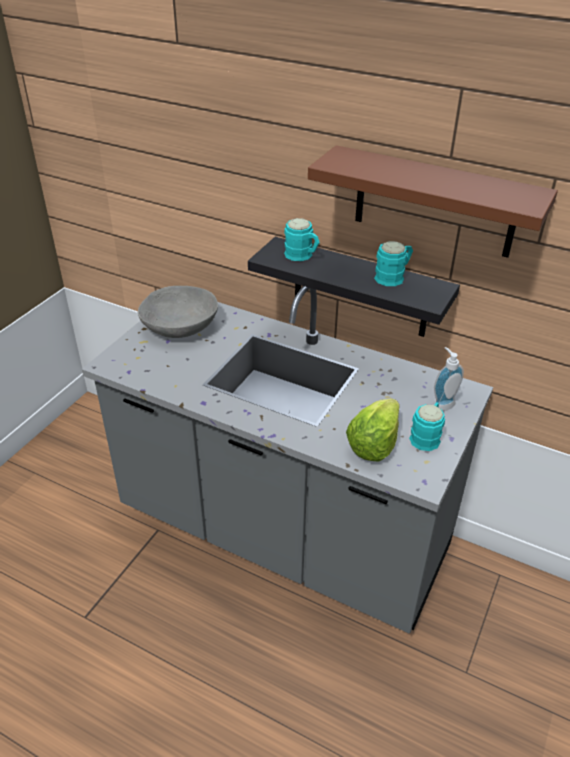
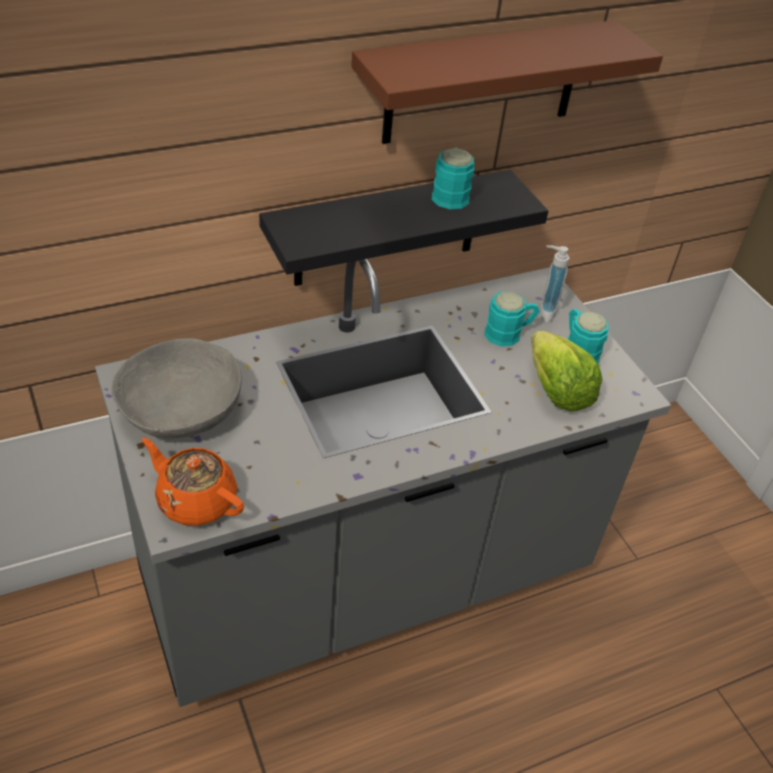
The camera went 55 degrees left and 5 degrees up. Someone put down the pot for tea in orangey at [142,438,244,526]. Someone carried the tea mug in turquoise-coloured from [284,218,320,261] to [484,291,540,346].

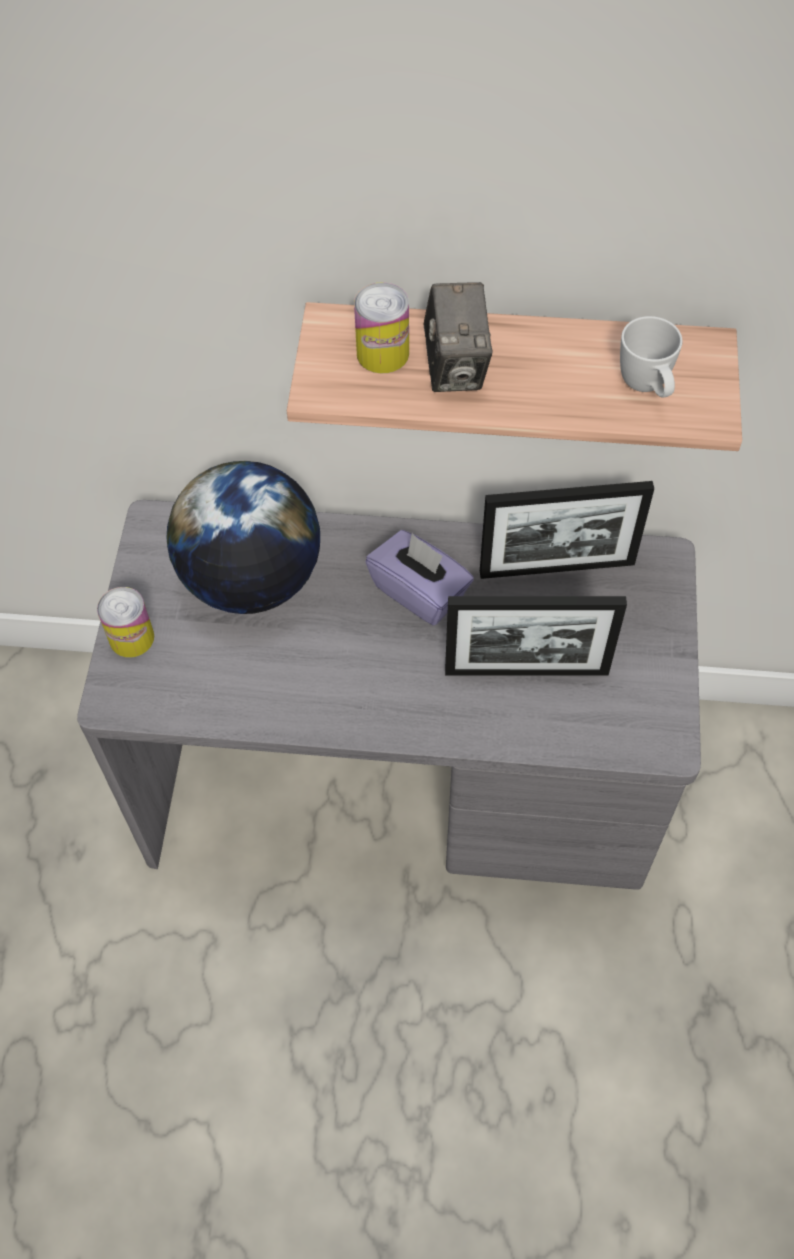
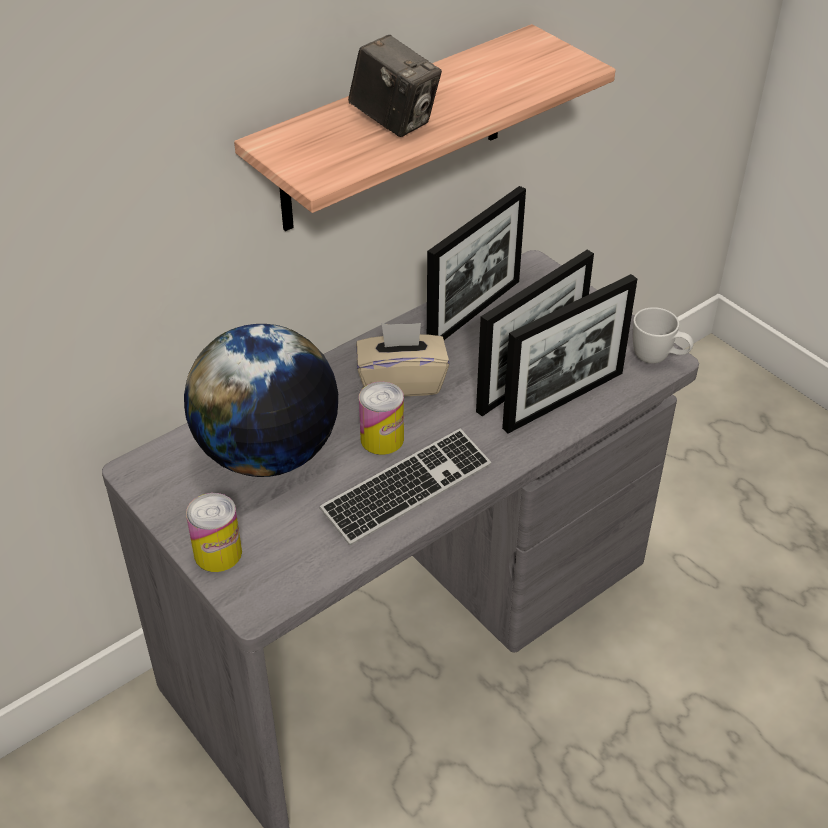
The camera went 45 degrees left and 15 degrees down. Someone put down the PC keyboard at [320,429,491,545]. Someone put down the standing frame at [502,274,637,434]. Someone carried the metal can from [354,282,409,373] to [359,382,404,455]. Someone carried the tea mug in white from [620,316,683,397] to [633,307,694,364]. Someone repainted the tissue holder in purplish at [365,530,474,626], which became the tissue holder in beige-coloured at [356,323,449,396].

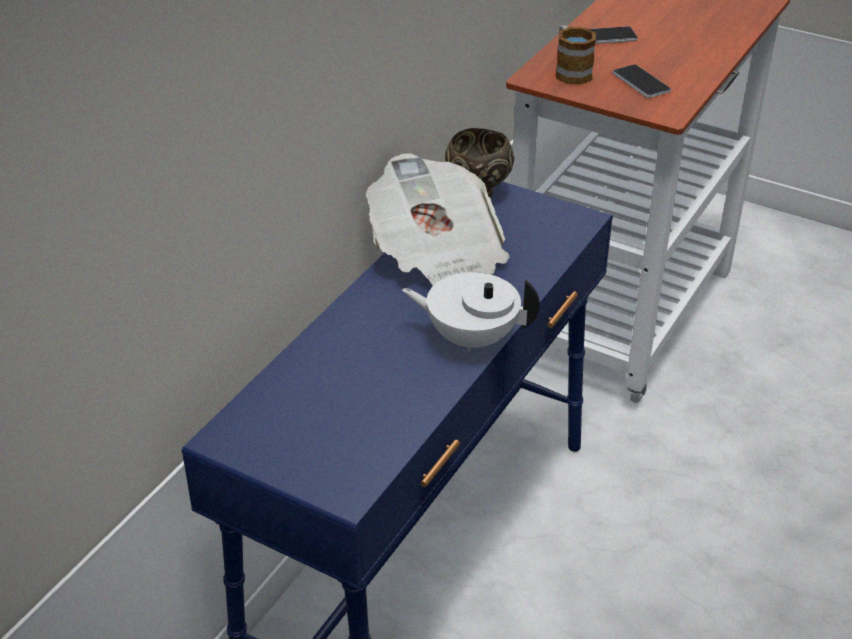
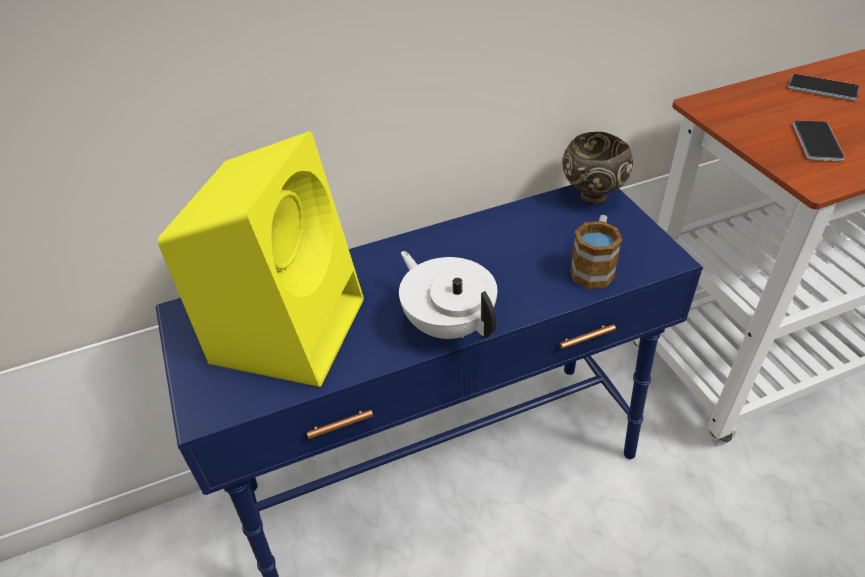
The camera went 40 degrees right and 5 degrees up. Someone took away the daily paper at [366,153,510,286]. Someone put down the loudspeaker in yellow at [158,131,364,387]. Someone carried the tea mug from [556,25,596,85] to [570,215,623,289].

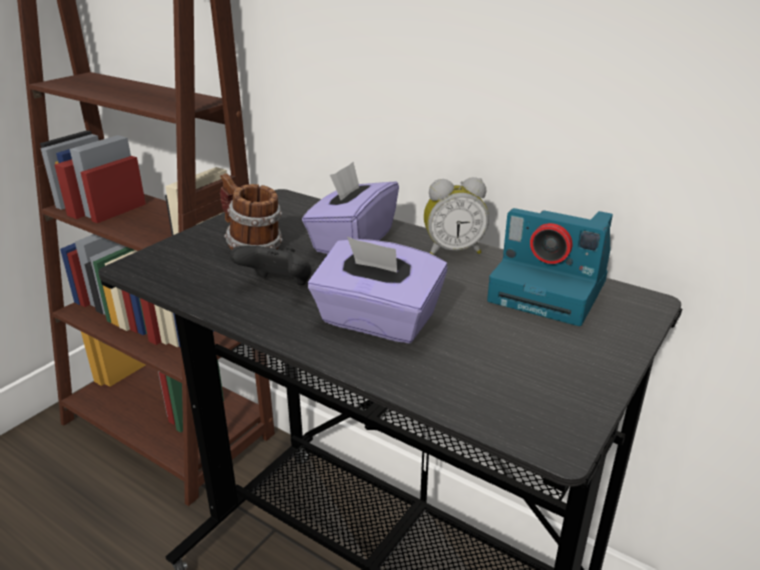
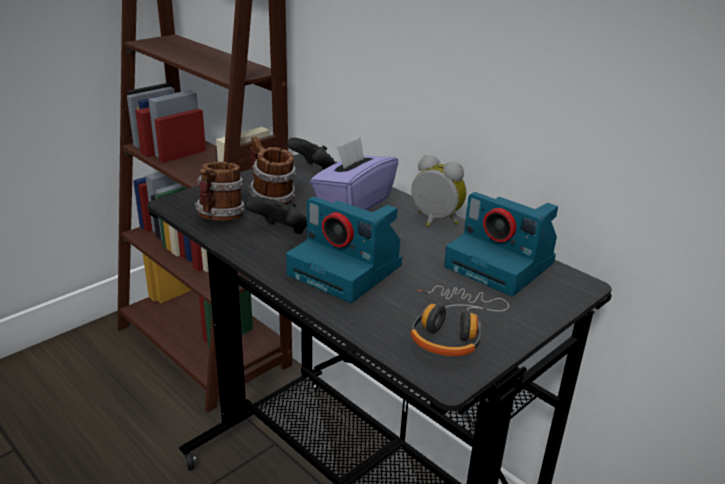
The camera went 10 degrees right and 0 degrees up. Someone put down the tea mug at [195,162,245,221]. Someone put down the game controller in black-coloured at [287,138,336,170]. Someone put down the headset at [411,286,509,356]. Someone swapped the tissue holder in purplish at [308,237,448,344] for the photo camera at [286,197,402,303]. Someone rotated the table clock at [424,177,489,255] by 150 degrees counterclockwise.

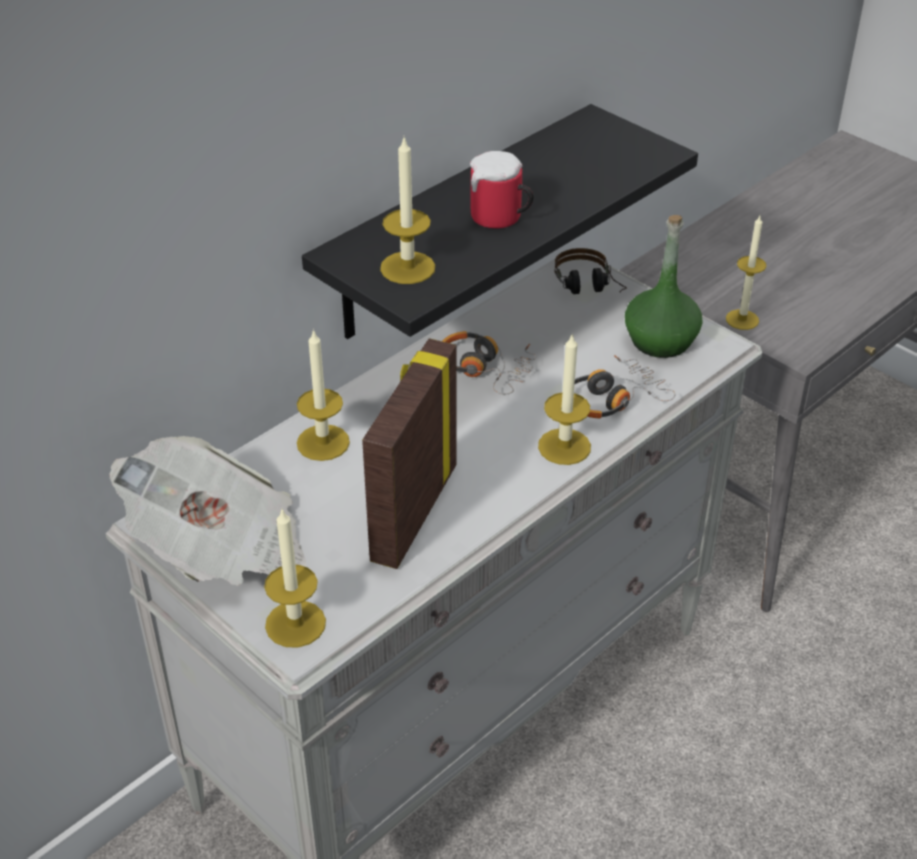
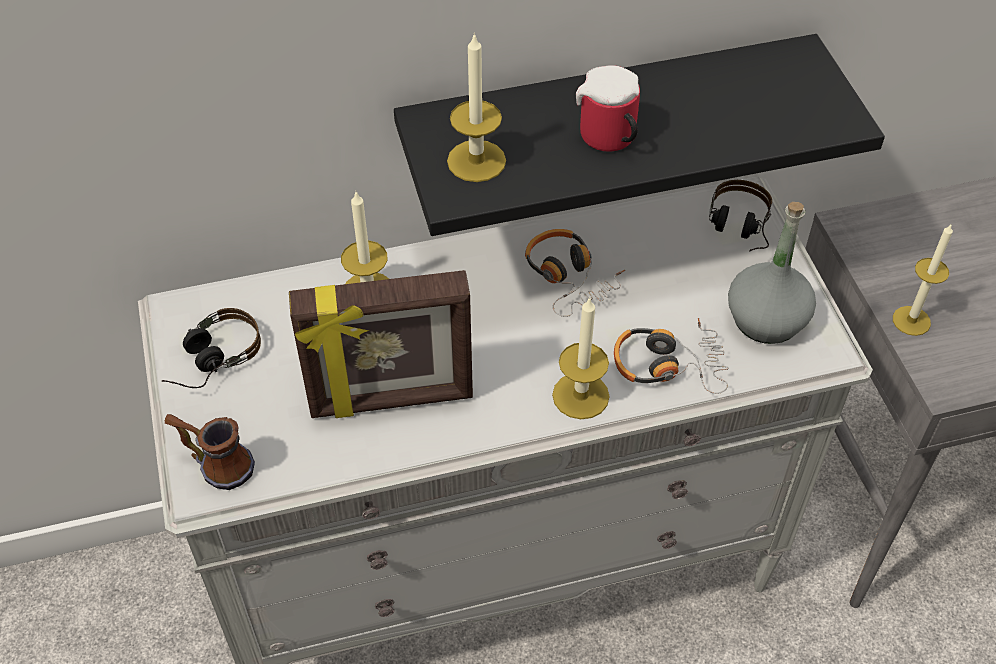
The camera went 30 degrees right and 10 degrees up. Someone swapped the daily paper at [110,436,306,586] for the headset at [162,308,261,388]. Someone swapped the wax candle at [264,508,326,647] for the tea mug at [165,414,255,490]. Someone repainted the drink bottle in green at [625,215,703,358], which became the drink bottle in gray at [728,202,816,344]. Someone rotated the standing frame at [362,338,457,569] by 150 degrees counterclockwise.

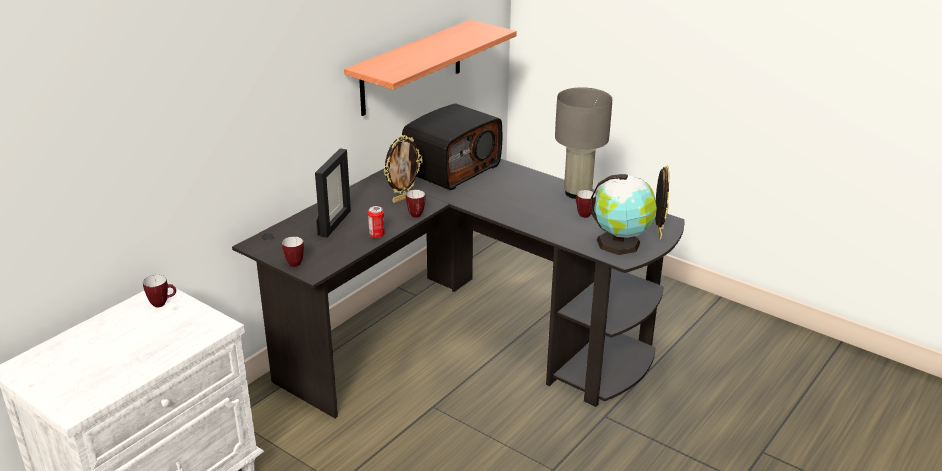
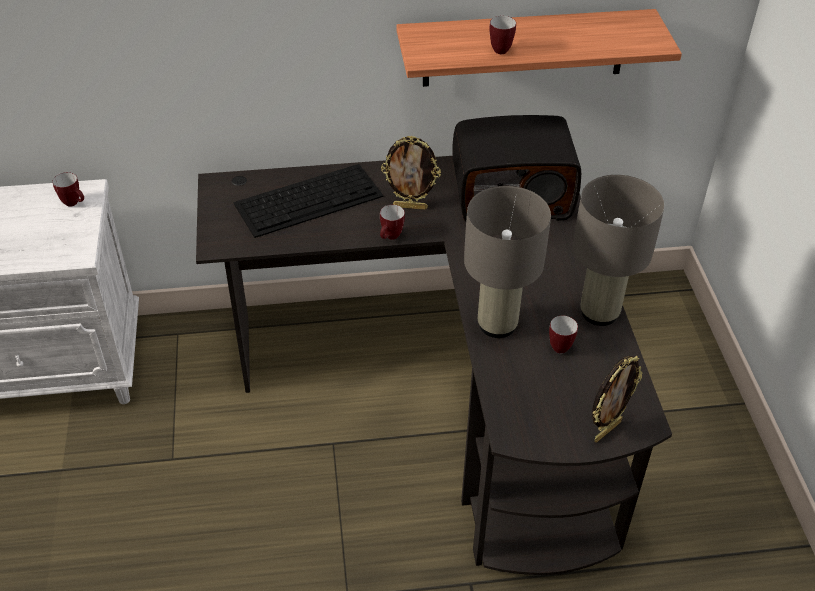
The camera went 45 degrees right and 15 degrees up. Someone took away the metal can at [368,206,385,238]. Someone took away the world globe at [590,174,657,255]. Someone put down the lamp for a table in gray at [464,186,551,338]. Someone carried the tea mug from [282,236,304,267] to [489,16,516,54]. Someone swapped the standing frame at [315,148,351,238] for the PC keyboard at [233,164,384,238].

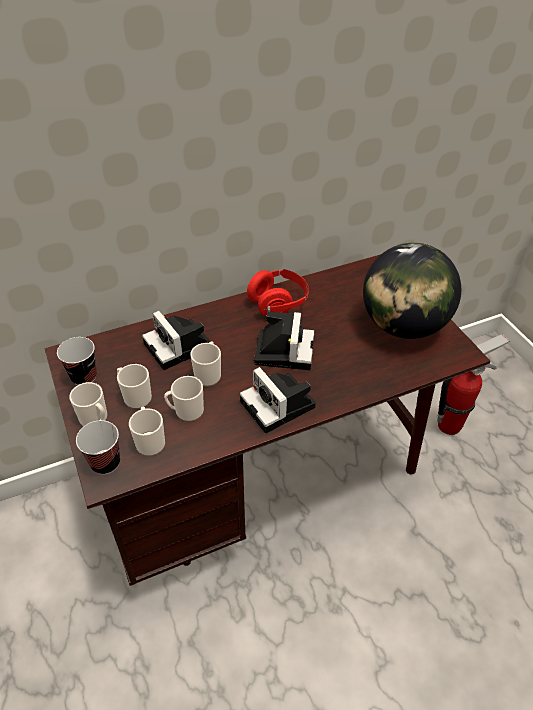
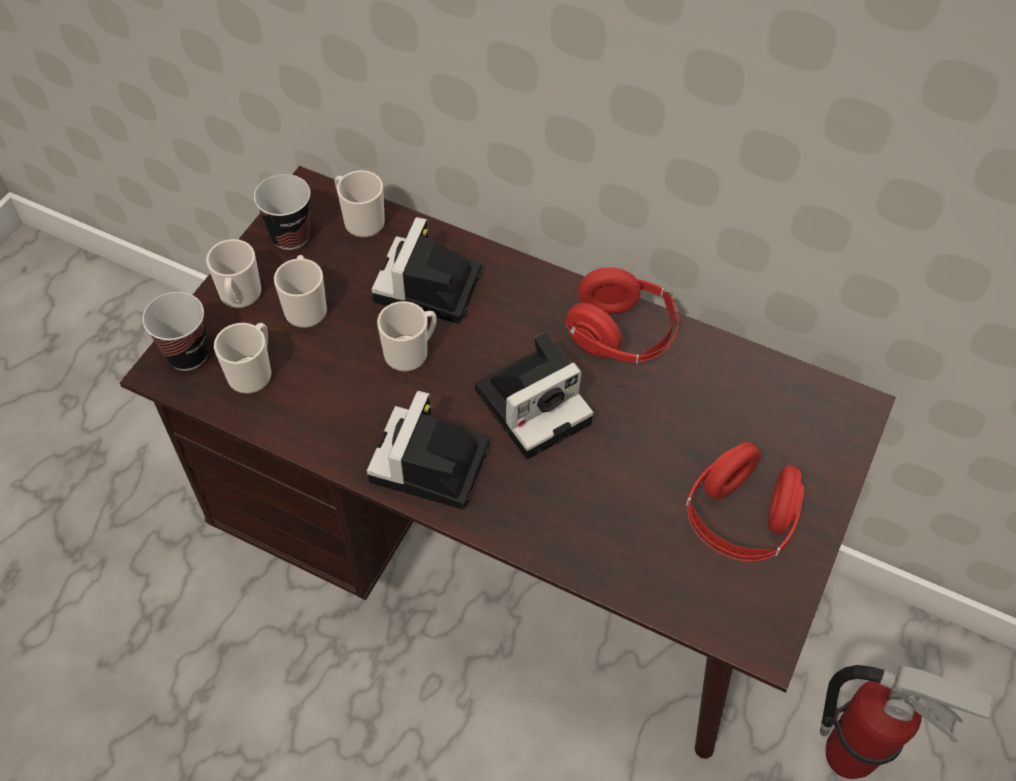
The camera went 50 degrees right and 10 degrees up. Someone carried the tea mug from [164,376,204,422] to [335,170,385,238]. Someone swapped the world globe at [363,243,461,339] for the headset in red at [686,442,805,561].

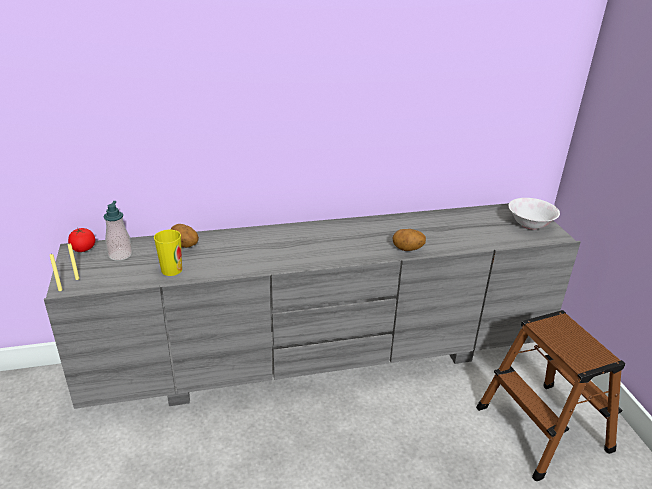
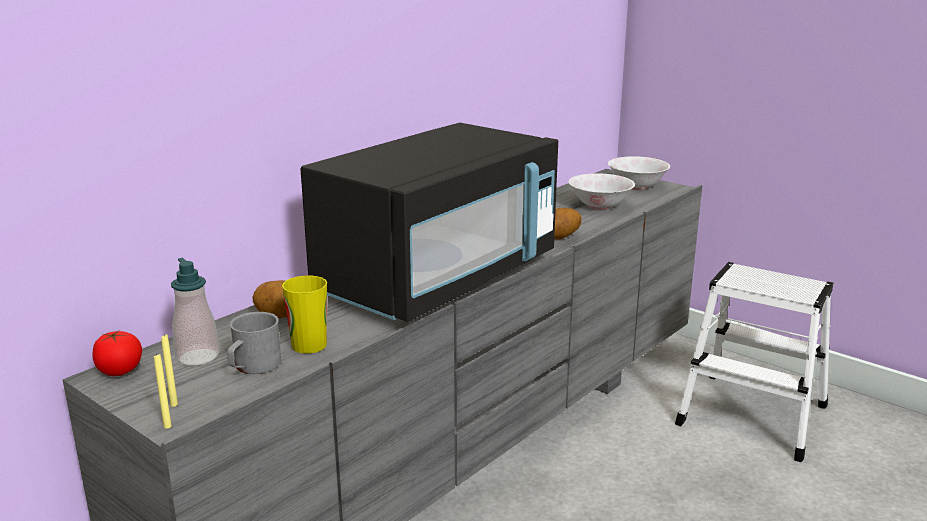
The camera went 35 degrees left and 10 degrees down. Someone put down the tea mug in gray at [227,312,281,374]. Someone put down the microwave oven in black-coloured at [301,123,558,322]. Someone put down the bowl in white at [568,173,635,210]. Someone repainted the step stool in brown-coloured at [476,310,626,481], which became the step stool in white at [675,262,834,462].

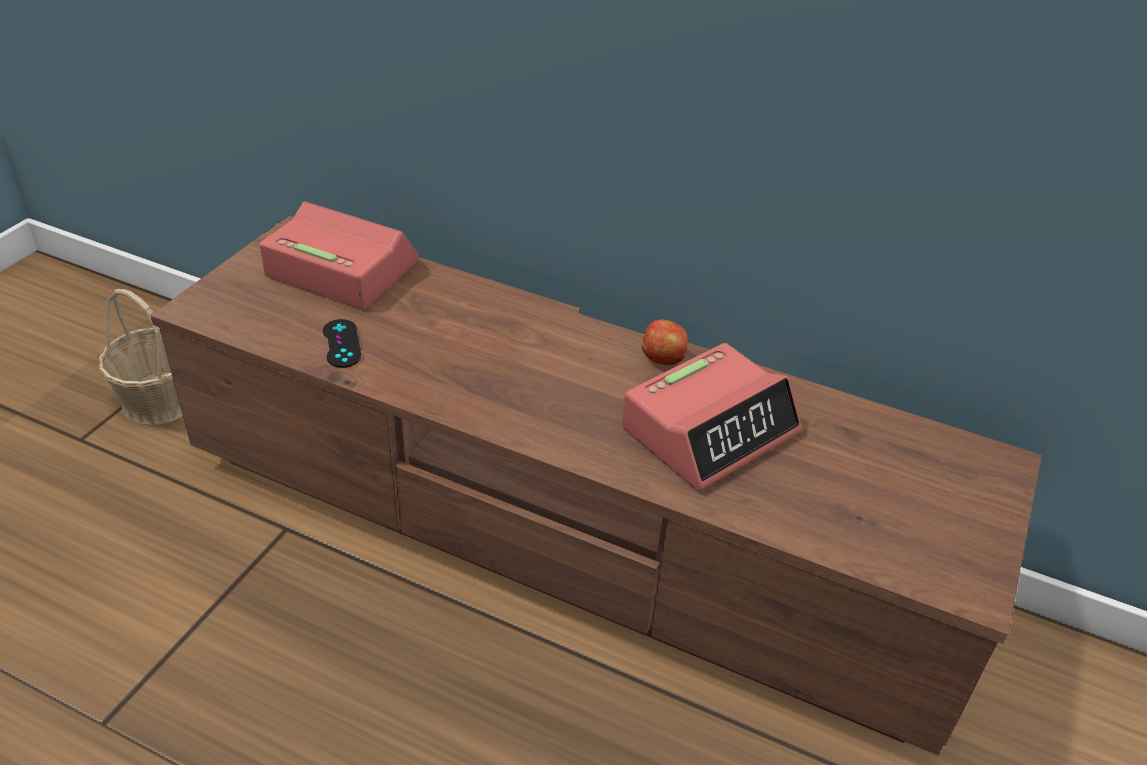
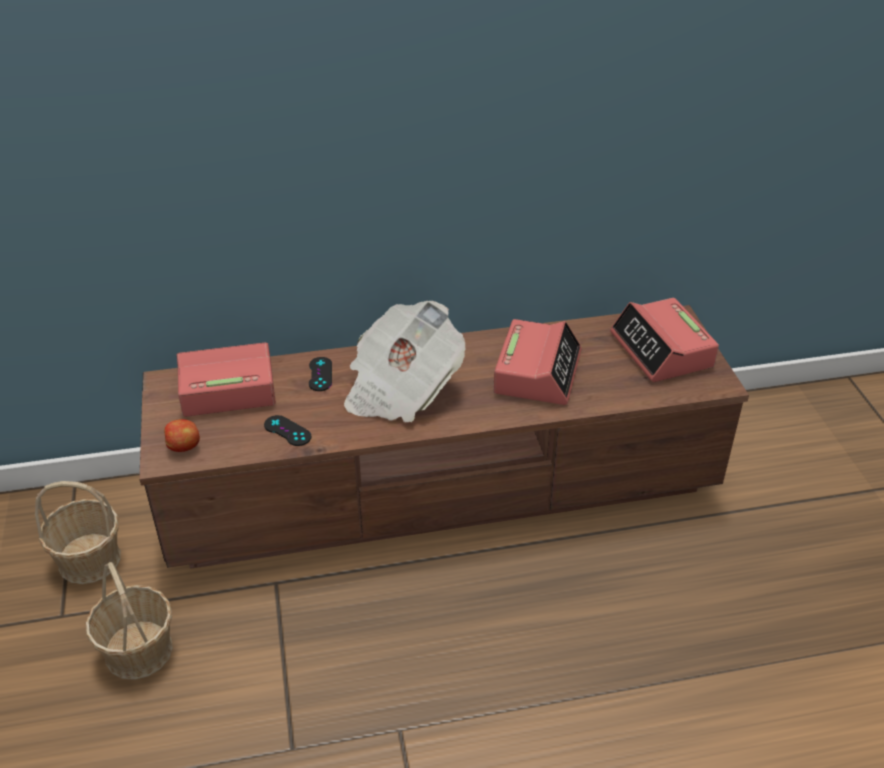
The camera went 35 degrees left and 0 degrees up. Someone put down the storage basket at [86,562,173,680]. Someone put down the game controller in black-coloured at [309,357,332,391]. Someone put down the daily paper at [344,301,465,423]. Someone put down the table clock at [610,298,719,382]. Someone carried the whole apple from [642,319,688,365] to [164,419,200,452].

